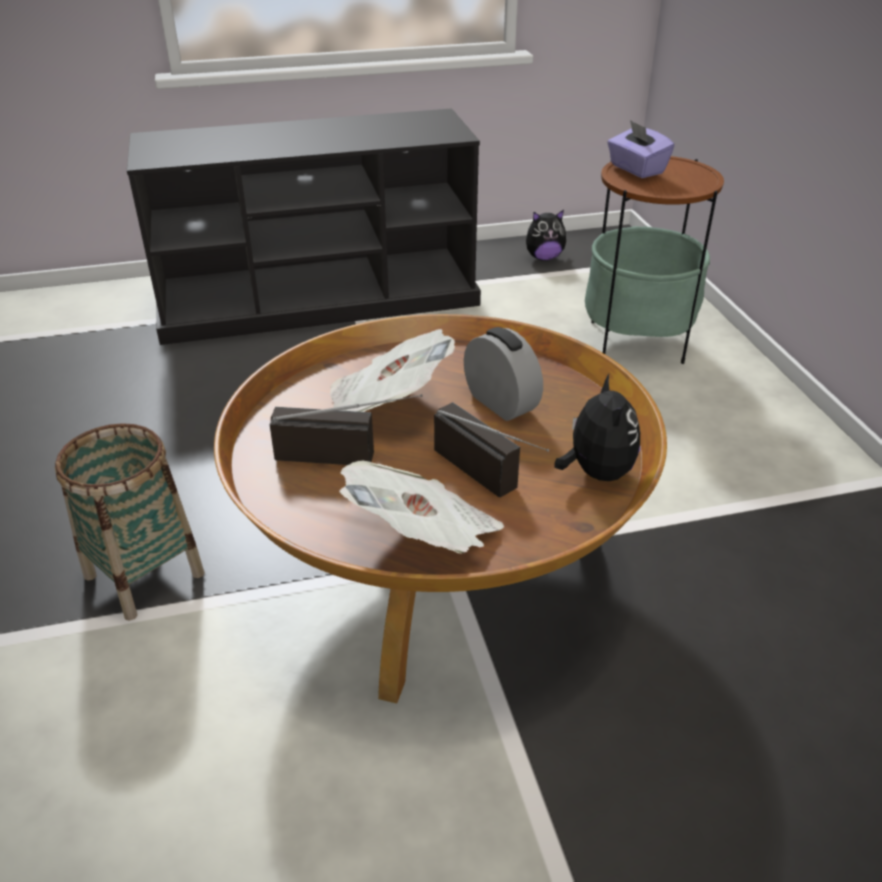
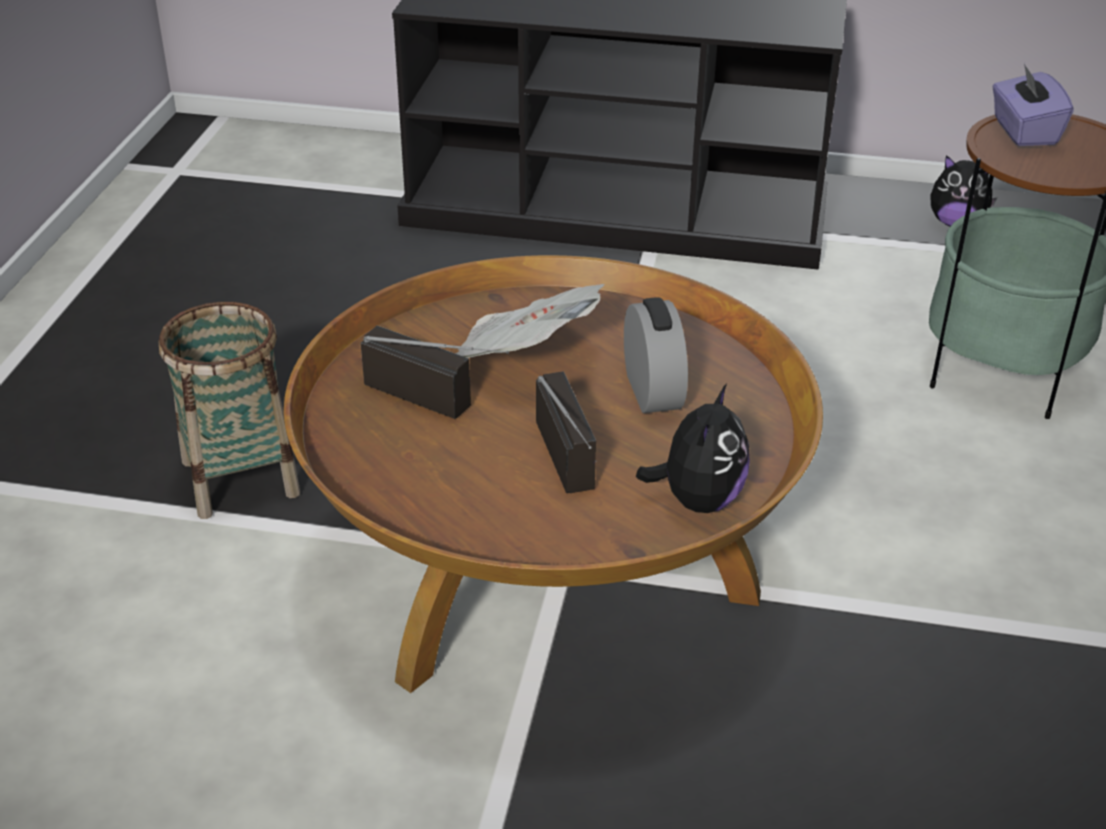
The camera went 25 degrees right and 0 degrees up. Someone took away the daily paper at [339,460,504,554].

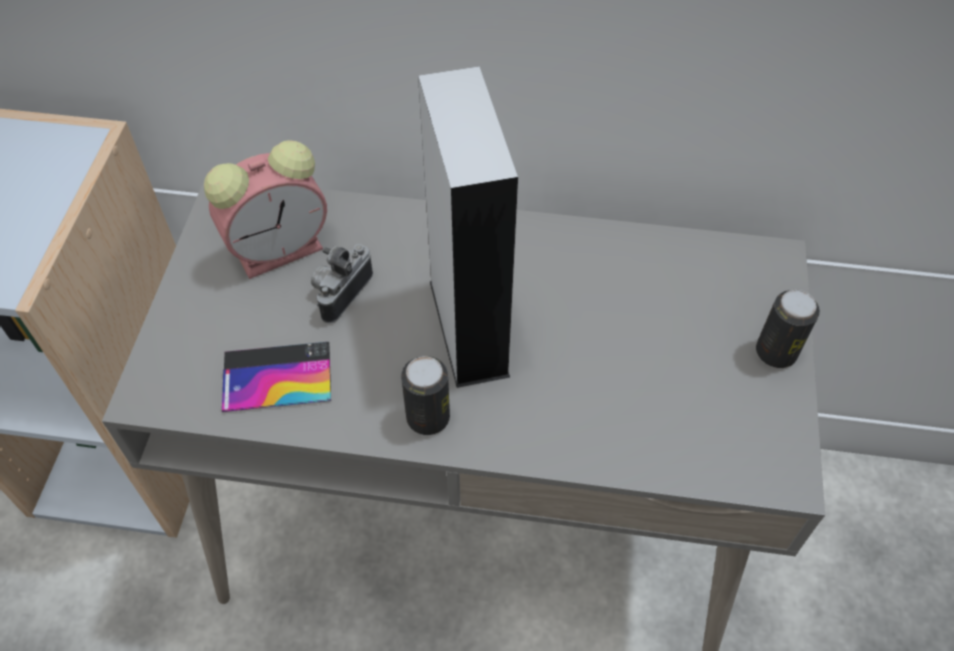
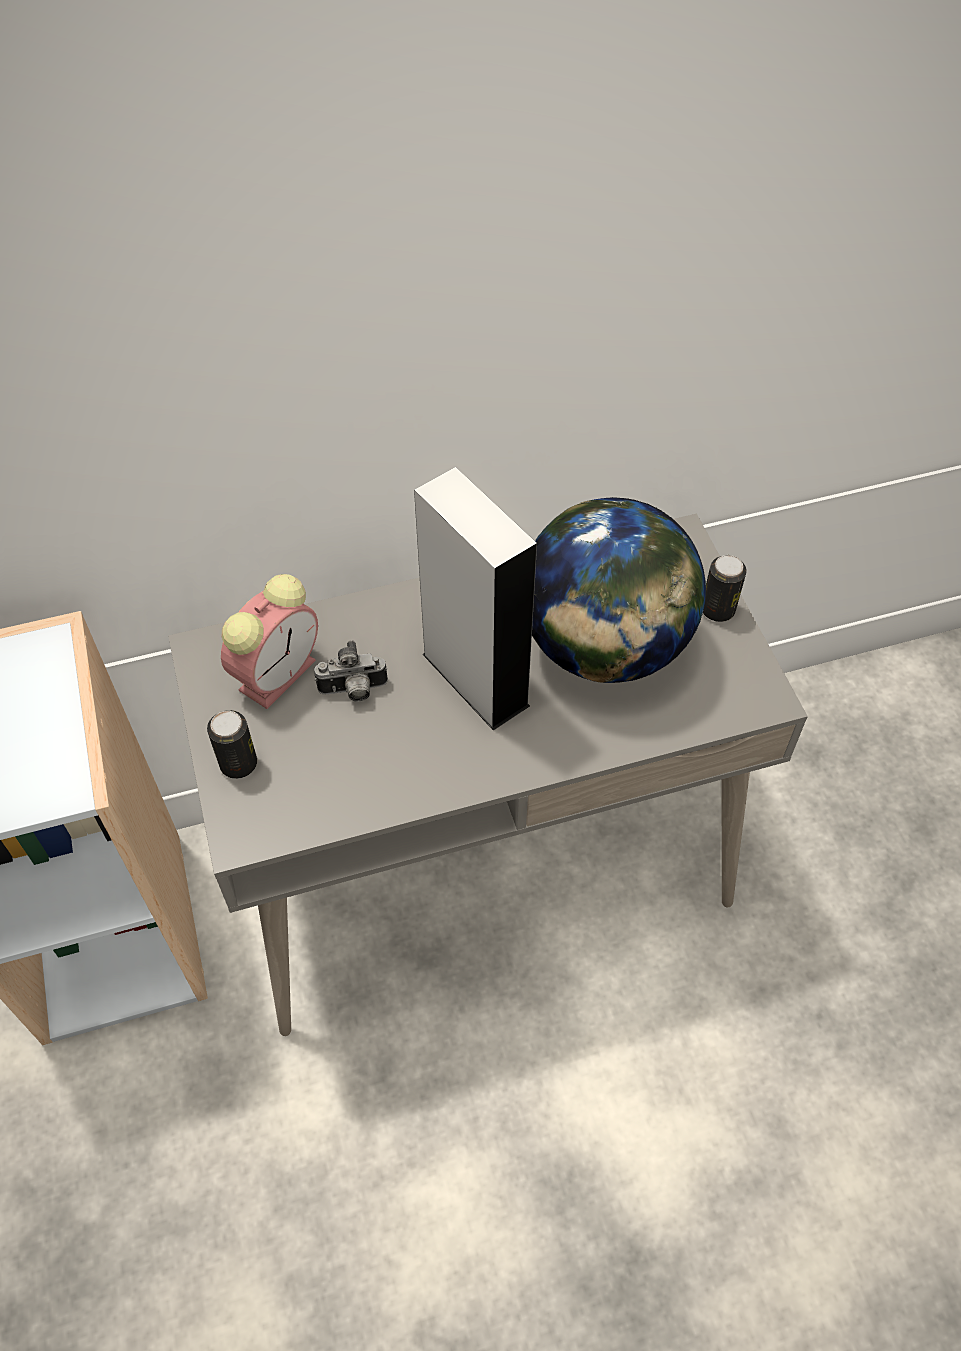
The camera went 25 degrees left and 0 degrees up. Someone took away the telephone at [222,342,331,412]. Someone put down the world globe at [532,497,706,683]. Someone carried the metal can from [401,356,450,435] to [207,710,257,779]. Someone rotated the photo camera at [311,244,373,323] by 105 degrees counterclockwise.

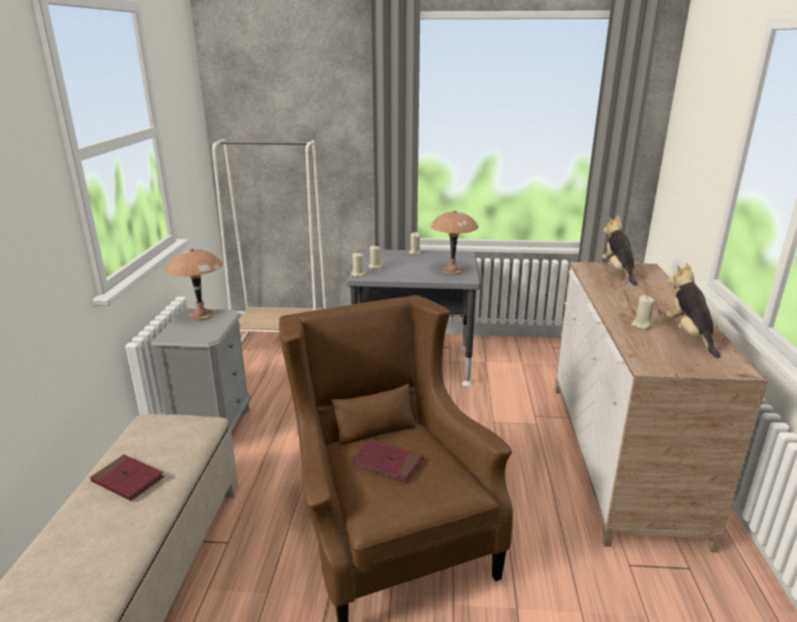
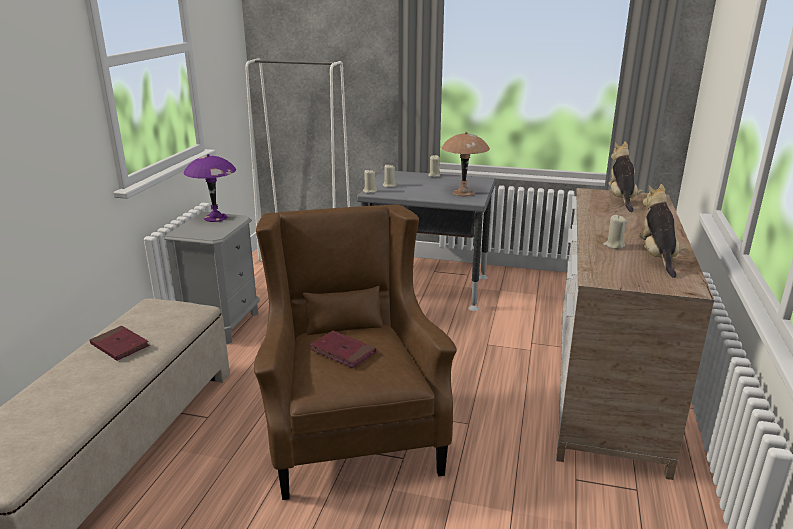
The camera went 10 degrees right and 0 degrees up. Someone repainted the lamp for a table in brown-coloured at [165,248,223,320], which became the lamp for a table in purplish at [183,154,236,222].

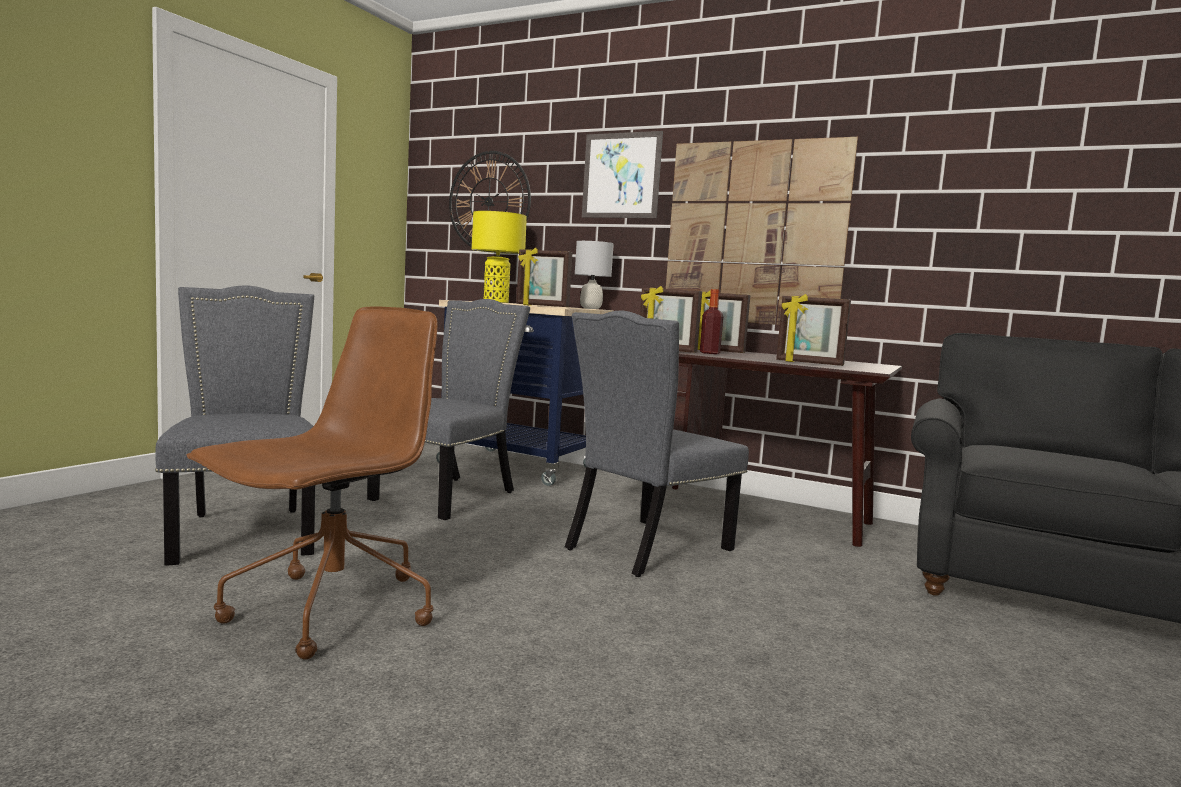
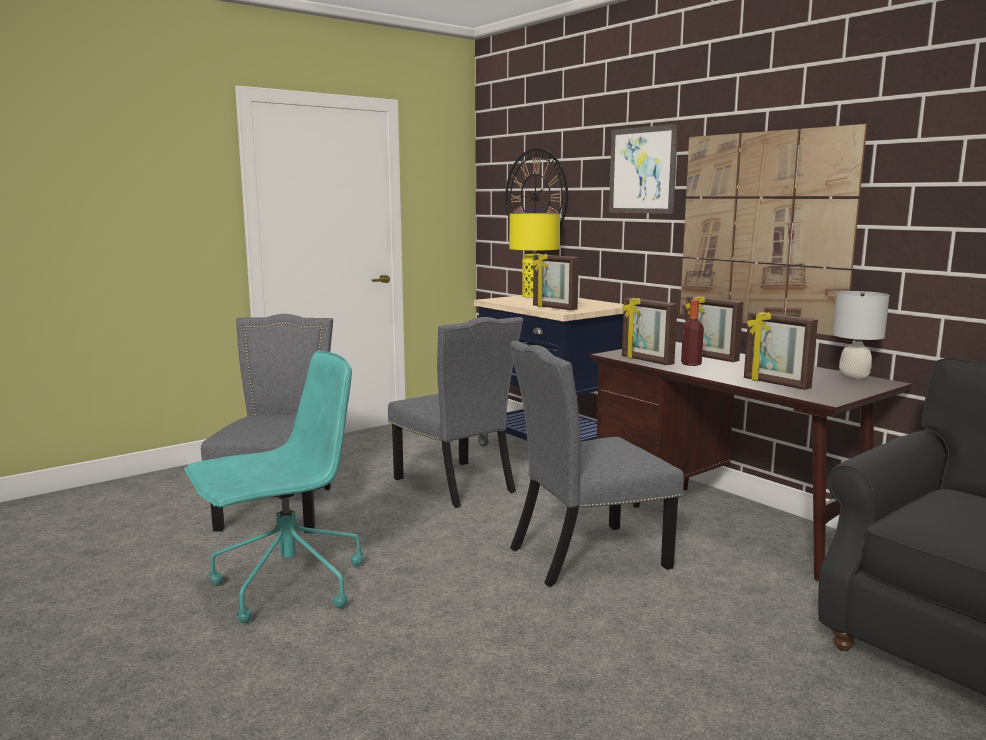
The camera went 25 degrees right and 5 degrees up. Someone carried the lamp for a table in gray from [575,241,614,309] to [833,291,890,379]. Someone repainted the computer chair in brown-coloured at [187,306,437,660], which became the computer chair in turquoise-coloured at [184,351,363,623]. Someone rotated the chair in gray at [367,299,530,520] by 90 degrees clockwise.

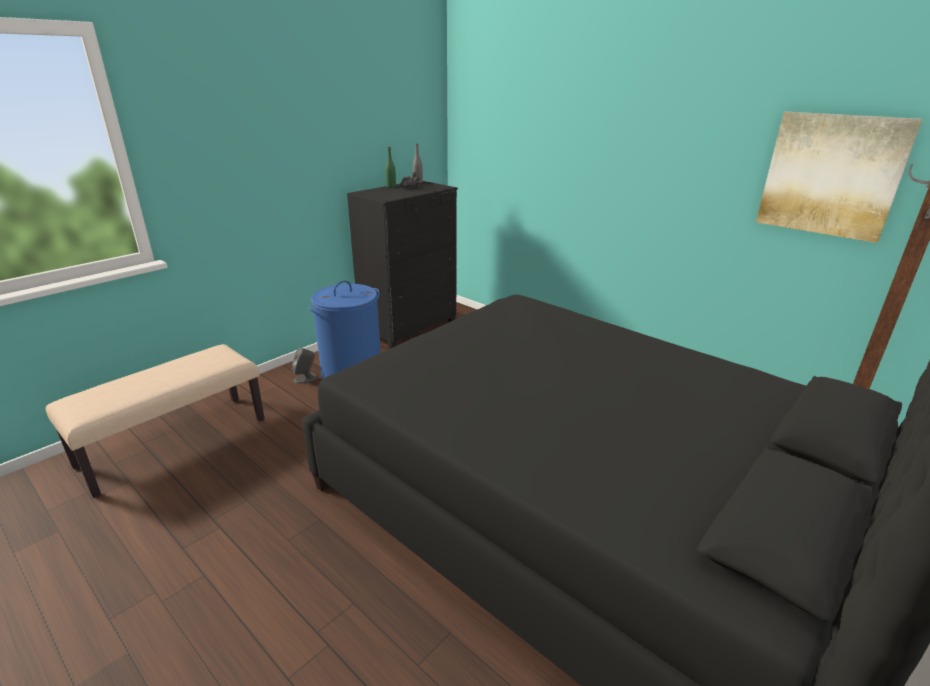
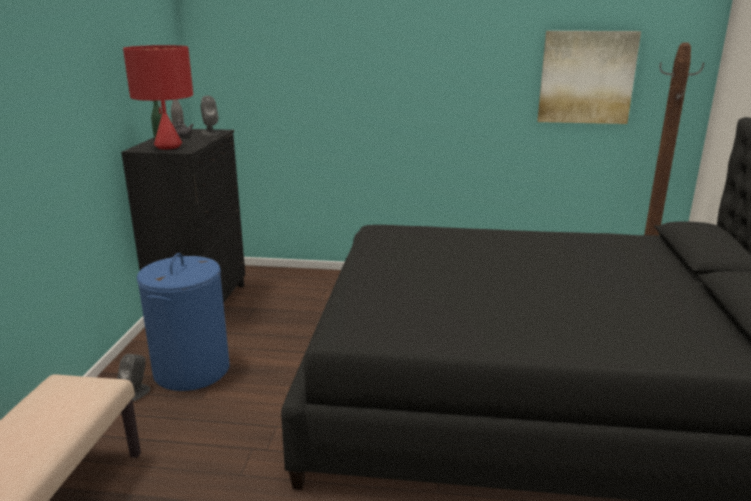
The camera went 35 degrees left and 5 degrees down. Someone put down the lamp for a table in red at [123,45,193,149]. Someone put down the loudspeaker in gray at [201,96,220,136].

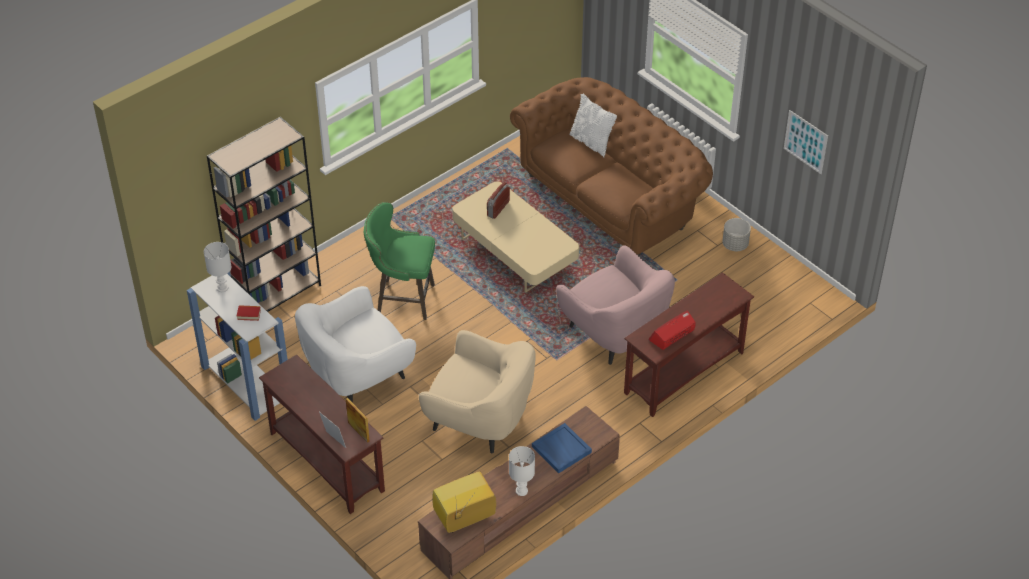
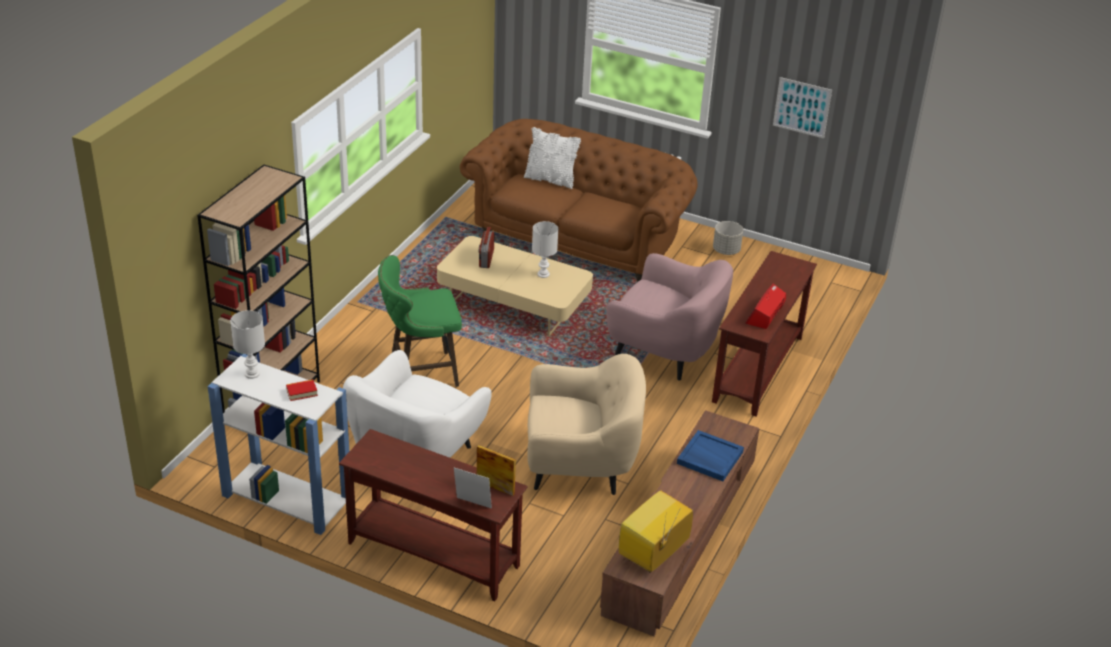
The camera went 25 degrees left and 10 degrees down. Someone carried the lamp for a table in white from [509,446,535,496] to [532,221,558,278].

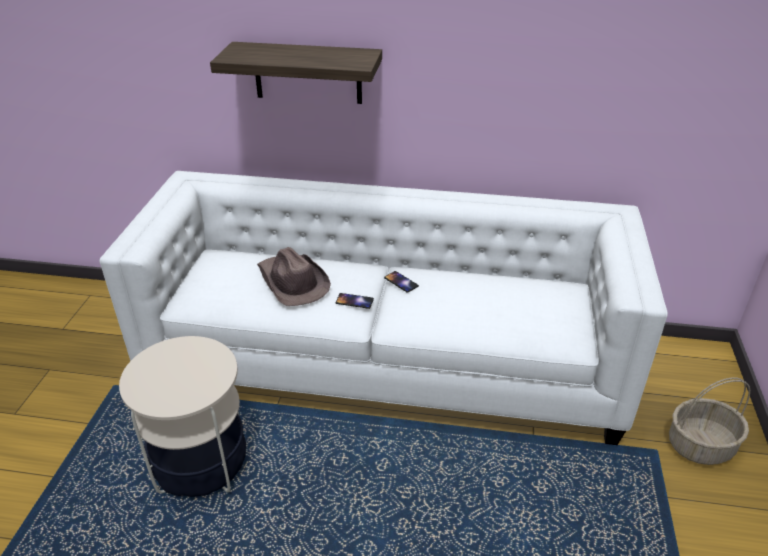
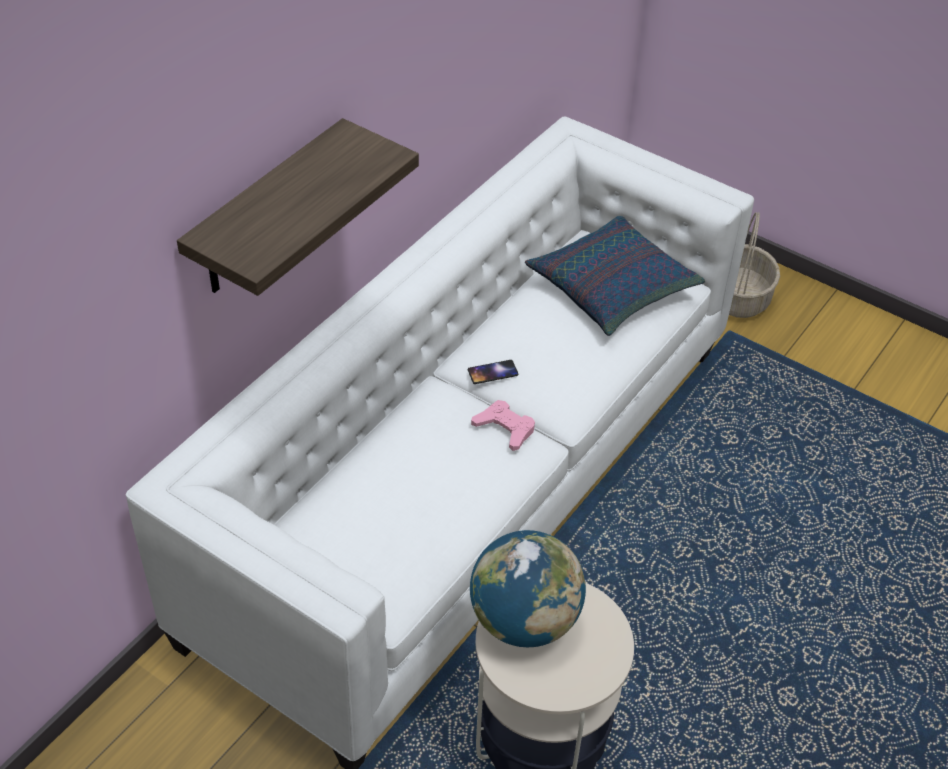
The camera went 65 degrees left and 10 degrees up. Someone took away the clothing hat in brown-coloured at [257,247,331,306]. Someone put down the world globe at [470,530,586,647]. Someone put down the throw pillow in blue-coloured at [525,216,705,336]. Someone swapped the telephone at [336,293,374,309] for the game controller in pink-coloured at [471,400,535,451].

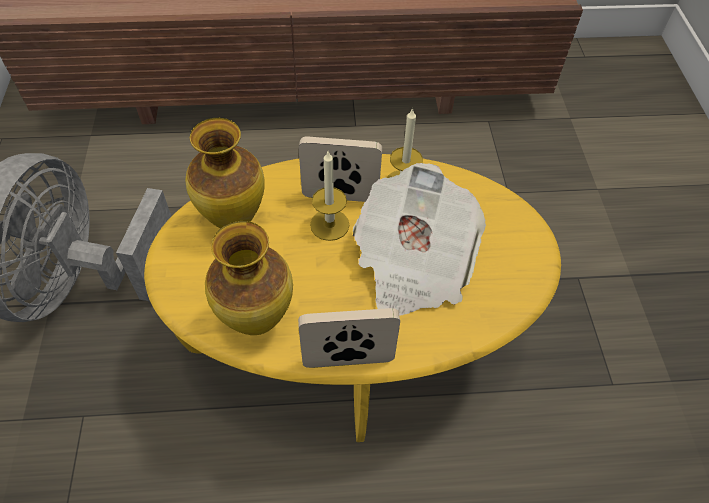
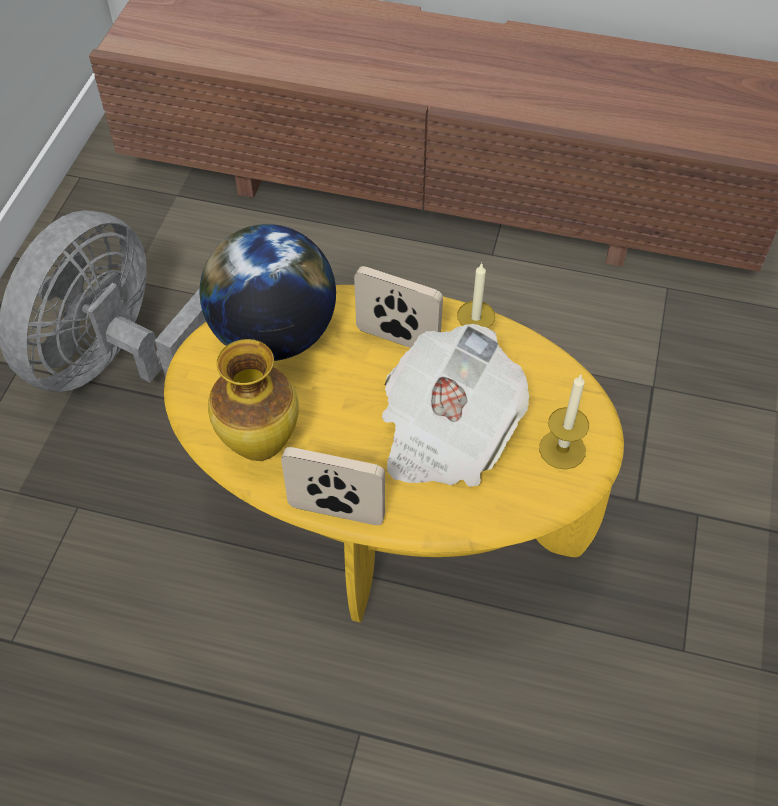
The camera went 20 degrees right and 0 degrees up. Someone carried the wax candle from [310,151,350,241] to [539,375,589,470]. Someone swapped the flower vase at [185,118,265,228] for the world globe at [200,224,336,361].

